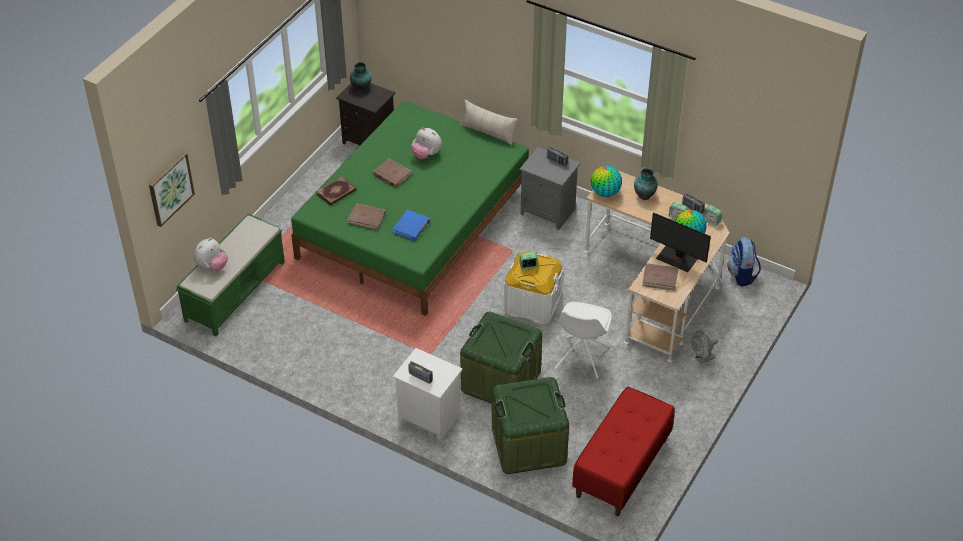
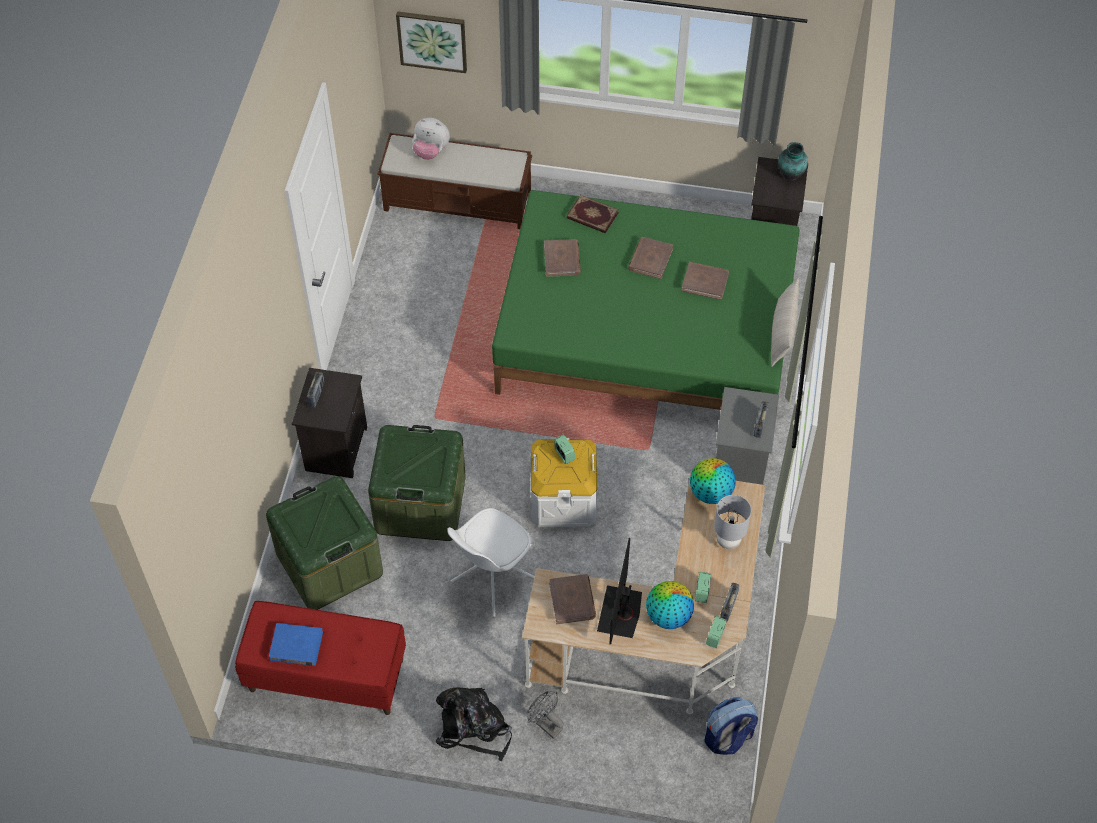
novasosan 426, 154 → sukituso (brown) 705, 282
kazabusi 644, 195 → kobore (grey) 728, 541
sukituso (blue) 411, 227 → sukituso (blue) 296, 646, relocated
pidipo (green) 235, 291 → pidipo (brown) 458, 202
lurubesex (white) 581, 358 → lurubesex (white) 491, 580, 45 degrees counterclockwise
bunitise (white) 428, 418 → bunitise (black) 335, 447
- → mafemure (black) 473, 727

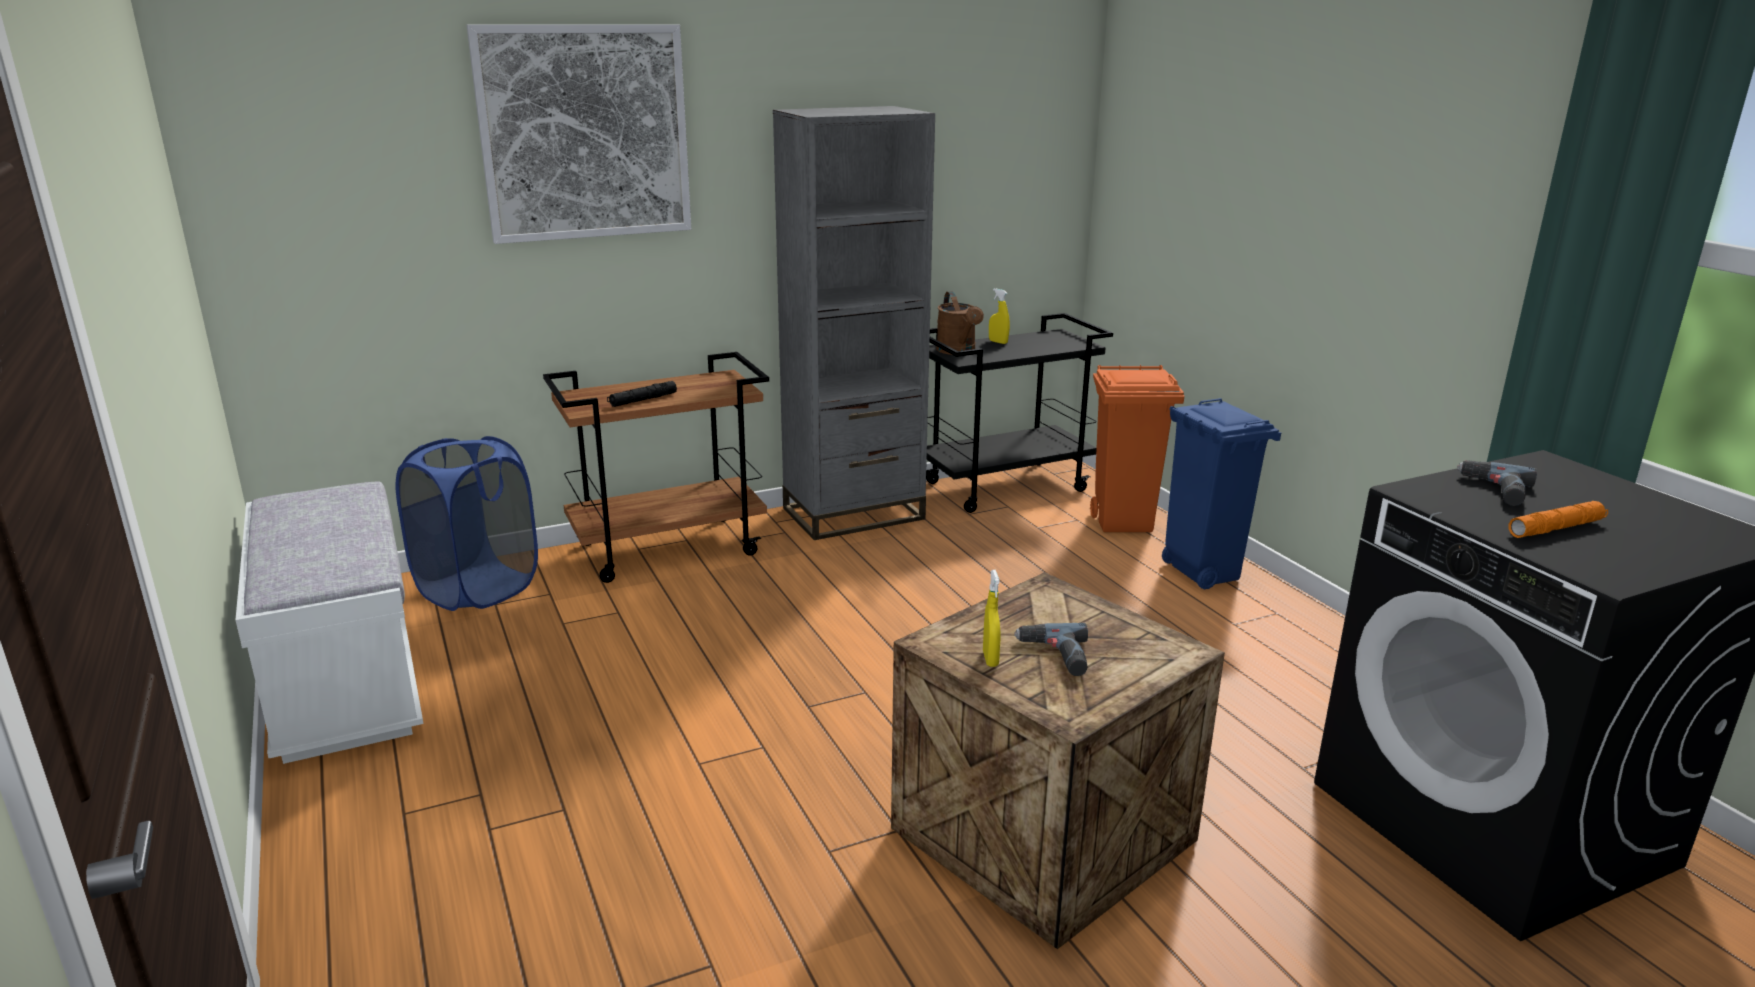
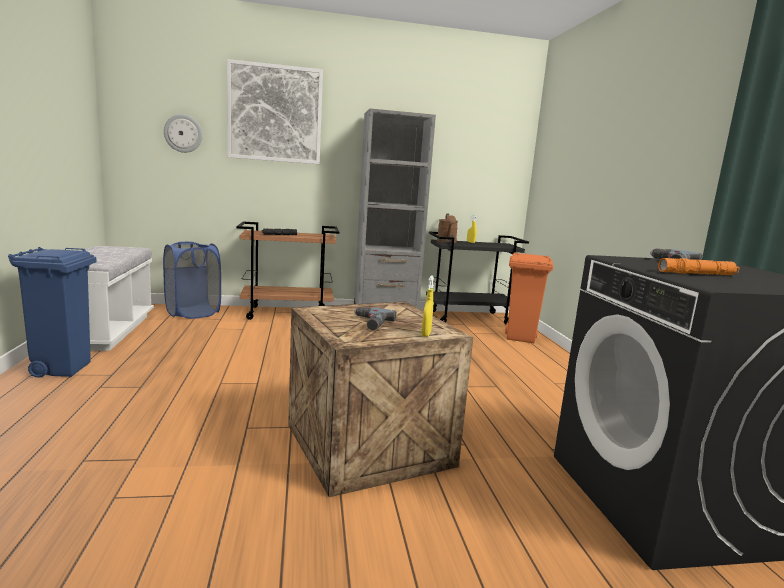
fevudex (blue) 1201, 572 → fevudex (blue) 63, 369, relocated
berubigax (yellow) 990, 659 → berubigax (yellow) 426, 334, relocated
- → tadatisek 183, 133

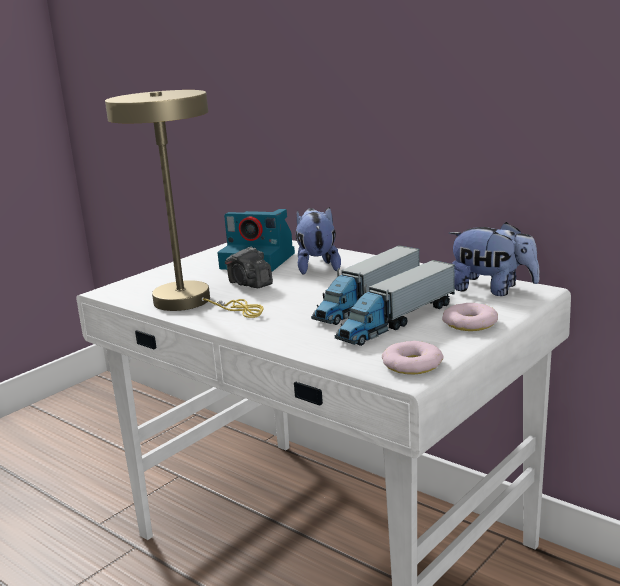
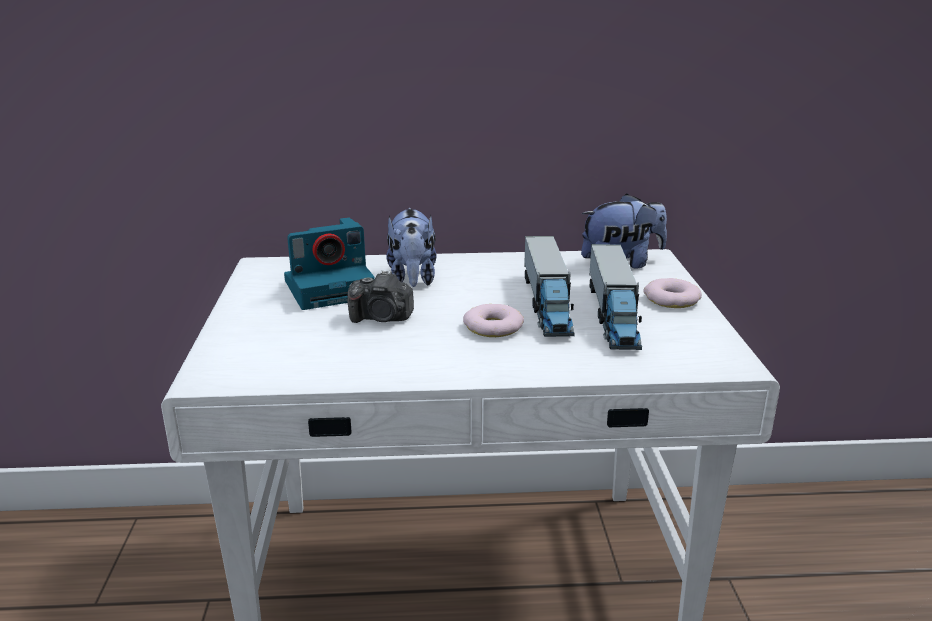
kobore (beige) 191, 302 → -
novasosan 317, 266 → novasosan 412, 280, 135 degrees counterclockwise
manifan 411, 364 → manifan 493, 327, relocated

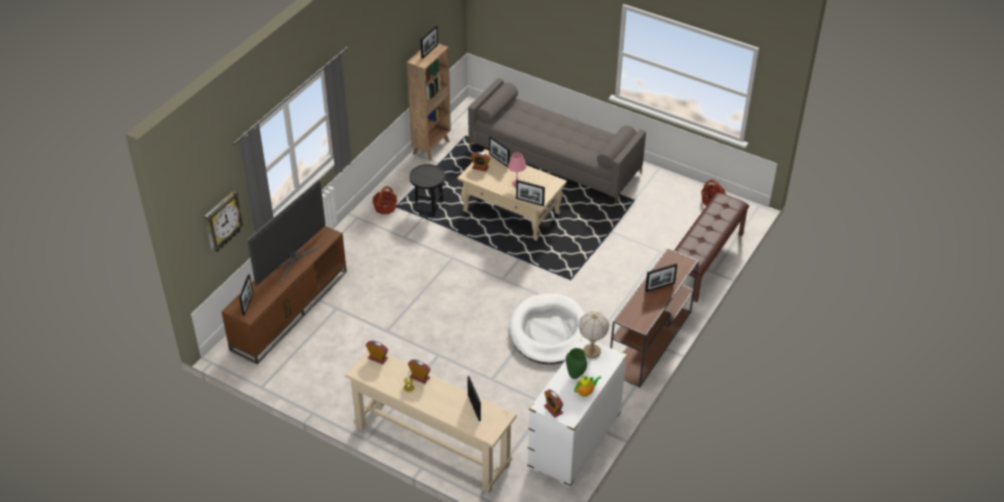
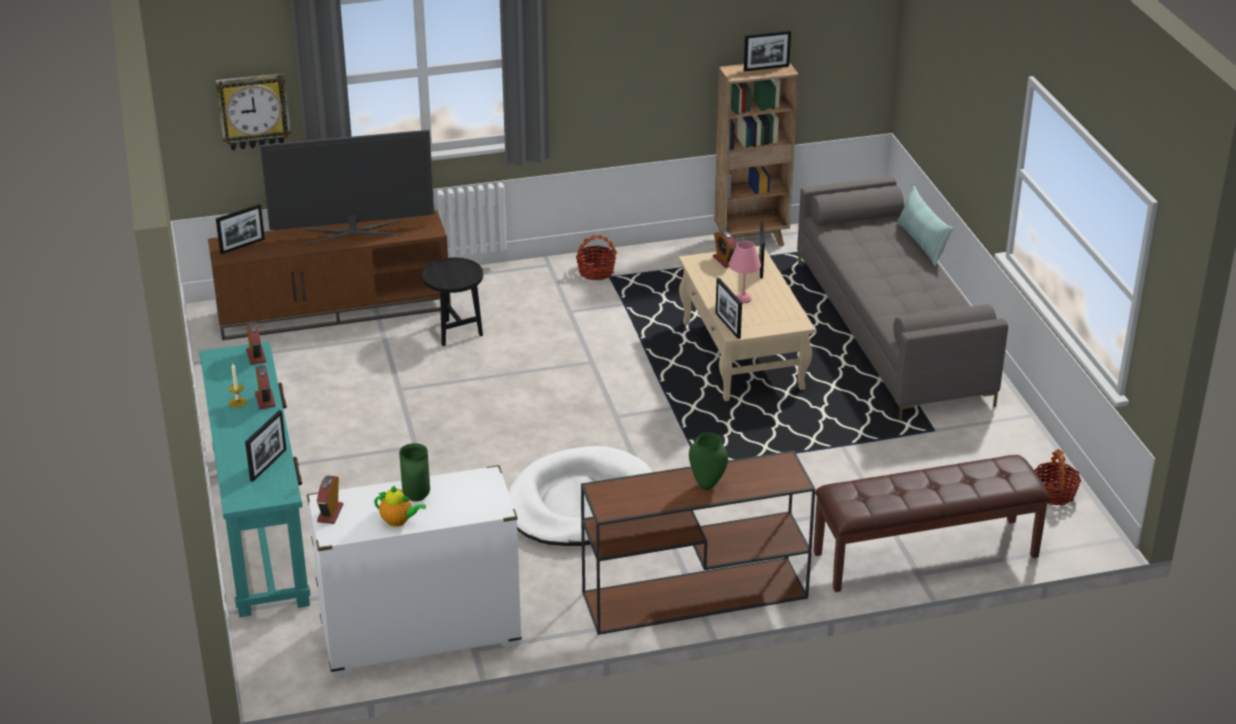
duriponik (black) 428, 206 → duriponik (black) 455, 331, relocated
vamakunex 660, 287 → kazabusi (green) 707, 485
kobore 592, 351 → -
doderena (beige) 432, 445 → doderena (turquoise) 261, 528
- → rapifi 922, 243

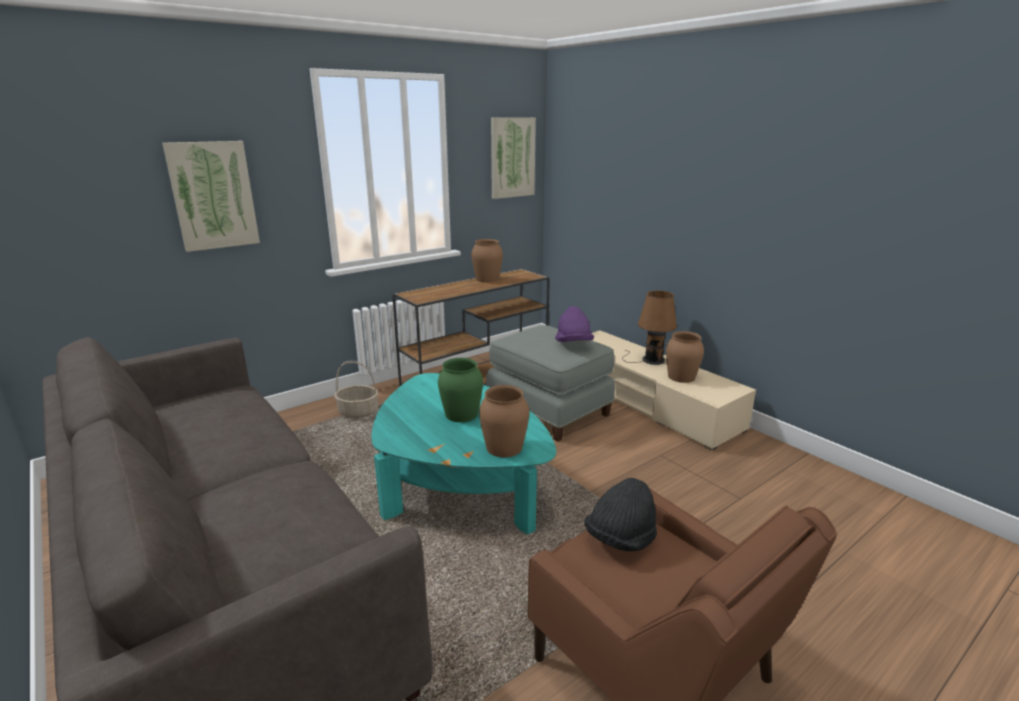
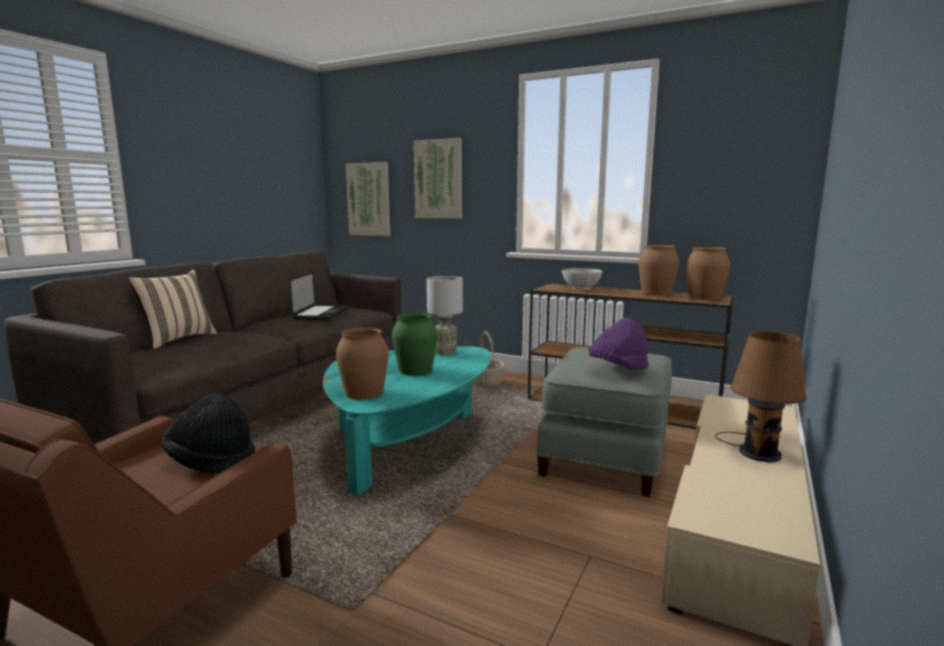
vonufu 512, 157 → vonufu 369, 199, relocated
kazabusi (brown) 681, 377 → kazabusi (brown) 705, 297, relocated
- → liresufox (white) 581, 288
- → rapifi (beige) 178, 339
- → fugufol 321, 314
- → kobore (grey) 445, 352

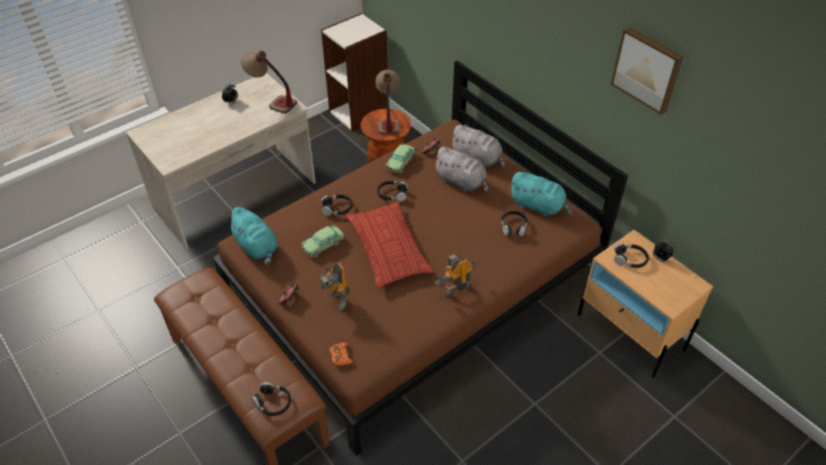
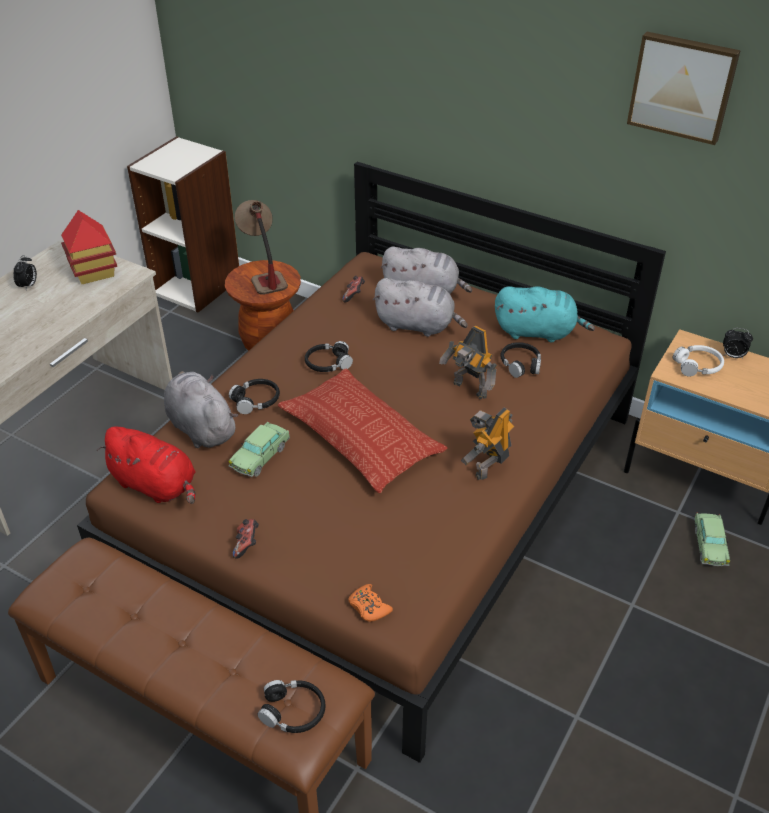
kobore 271, 101 → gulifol 94, 273
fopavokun 400, 162 → fopavokun 709, 545, relocated
novasosan (turquoise) 257, 247 → novasosan (red) 156, 485
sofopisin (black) 630, 259 → sofopisin (white) 697, 366
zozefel 337, 302 → zozefel 468, 390, relocated
- → novasosan (grey) 200, 427

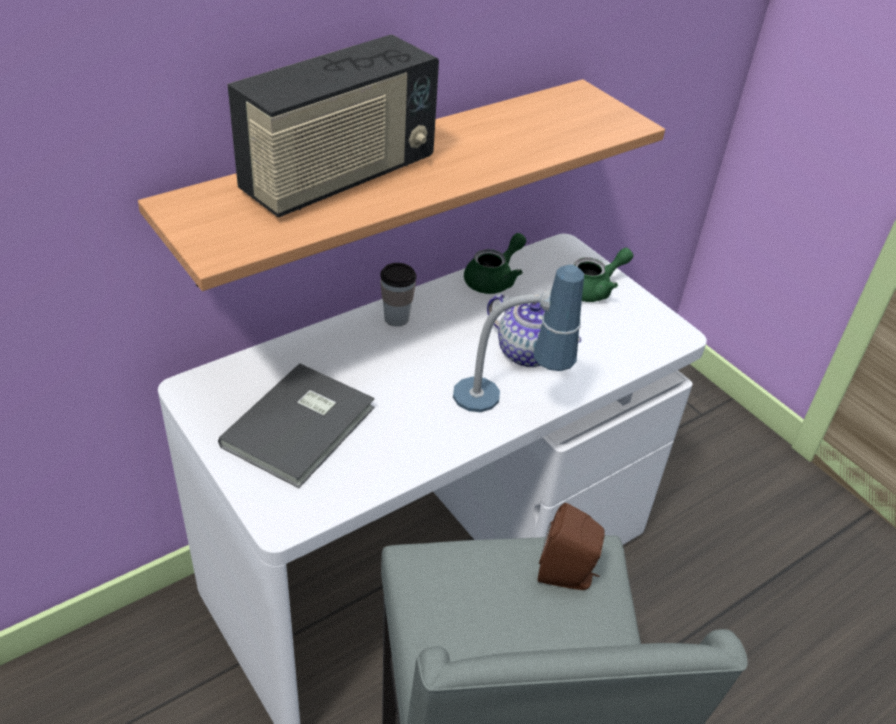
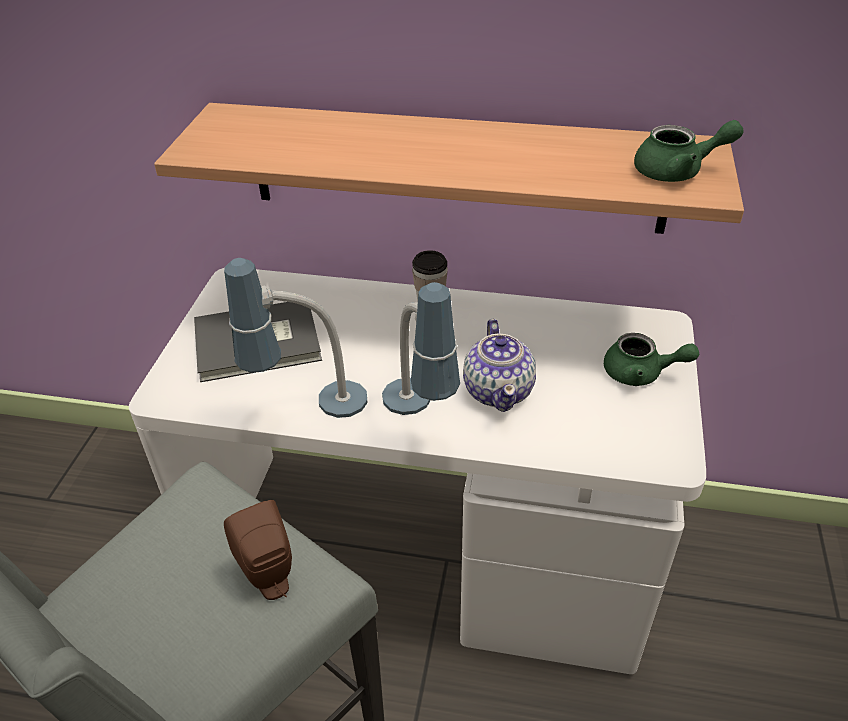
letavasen 339, 178 → -
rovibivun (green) 494, 279 → rovibivun (green) 677, 171, relocated
- → kobore 309, 409

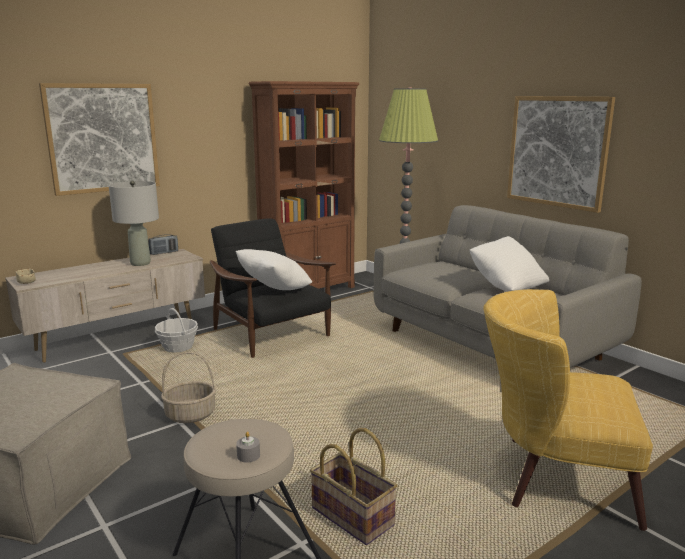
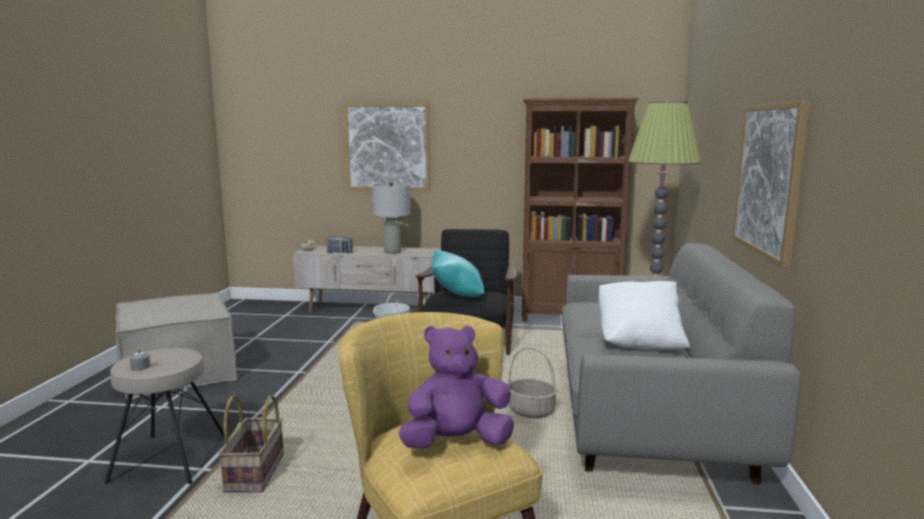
letavasen 164, 253 → letavasen 339, 252, relocated
rapifi (white) 274, 291 → rapifi (turquoise) 457, 294
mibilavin 190, 415 → mibilavin 530, 411, relocated
- → novasosan (purple) 456, 443

